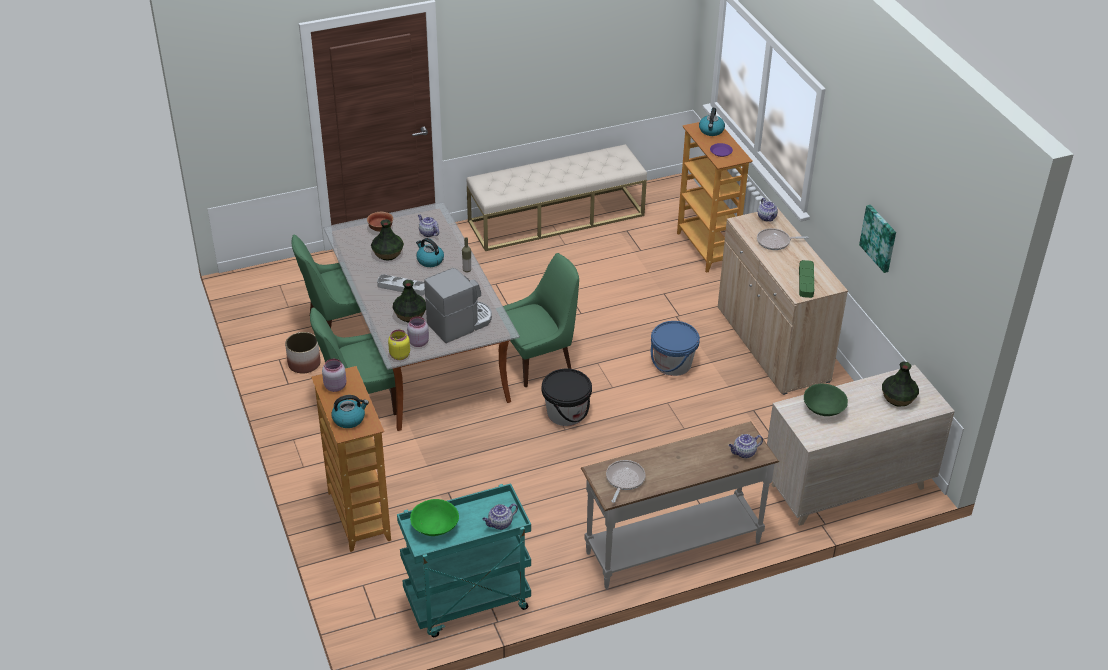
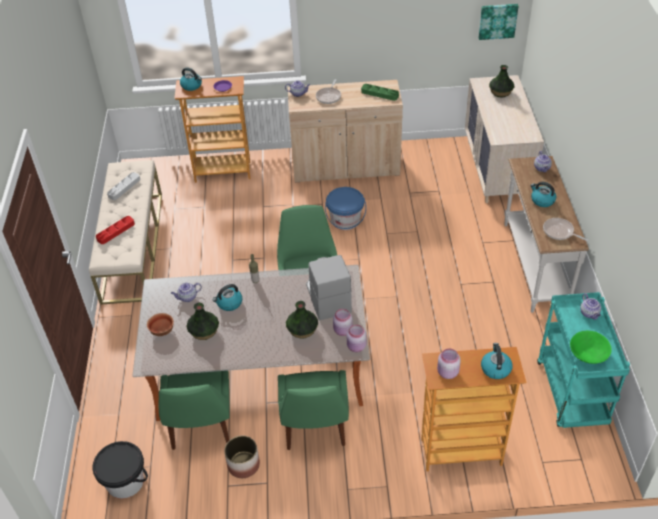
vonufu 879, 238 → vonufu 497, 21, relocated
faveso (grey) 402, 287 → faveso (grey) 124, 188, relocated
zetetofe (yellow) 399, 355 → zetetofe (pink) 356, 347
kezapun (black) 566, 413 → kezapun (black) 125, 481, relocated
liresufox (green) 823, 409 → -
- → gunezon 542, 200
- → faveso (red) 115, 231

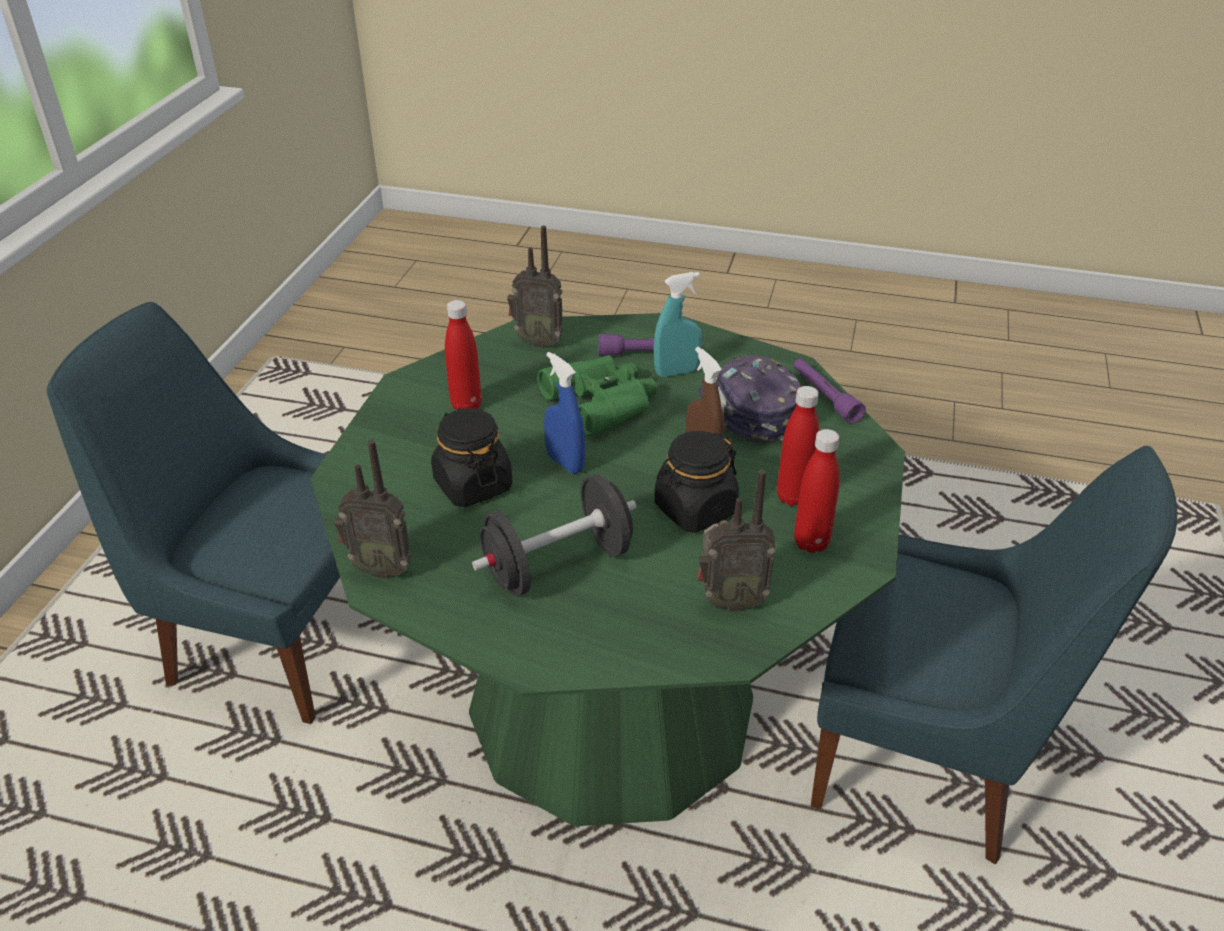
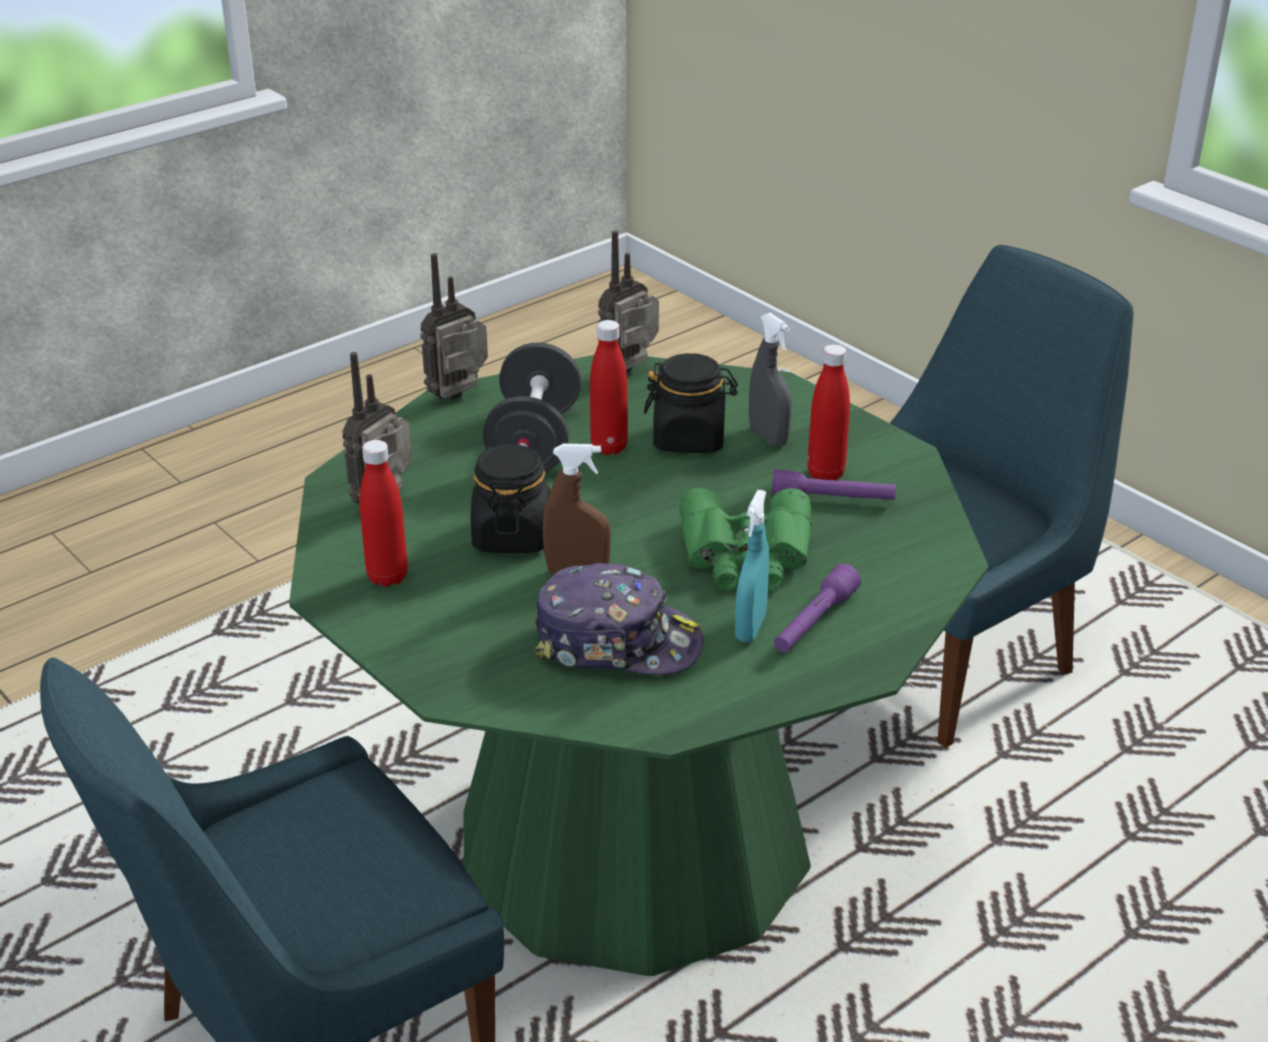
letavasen 538, 341 → letavasen 460, 398, relocated
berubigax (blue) 565, 463 → -
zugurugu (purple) 824, 397 → zugurugu (purple) 832, 499, relocated
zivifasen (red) 793, 497 → zivifasen (red) 609, 447, relocated
- → berubigax (grey) 768, 437

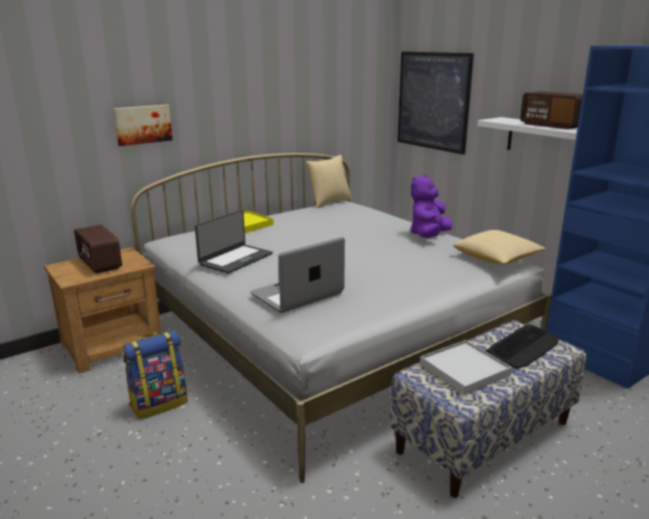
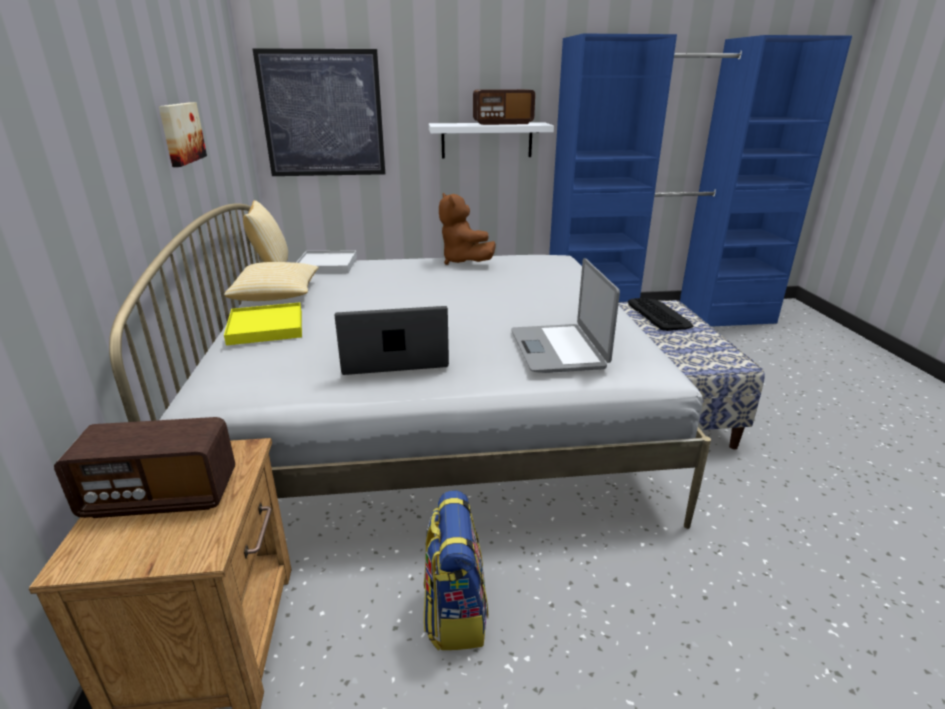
vonufu 143, 124 → vonufu 180, 133, relocated
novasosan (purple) 429, 236 → novasosan (brown) 463, 261
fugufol 235, 259 → fugufol 394, 359, 75 degrees counterclockwise
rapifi 497, 259 → rapifi 277, 296, relocated
faveso (white) 464, 370 → faveso (white) 327, 265, relocated

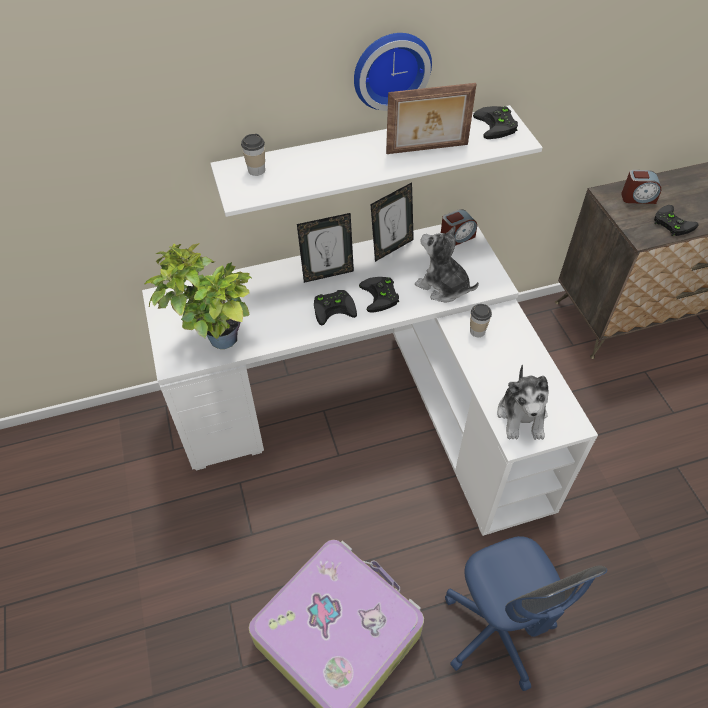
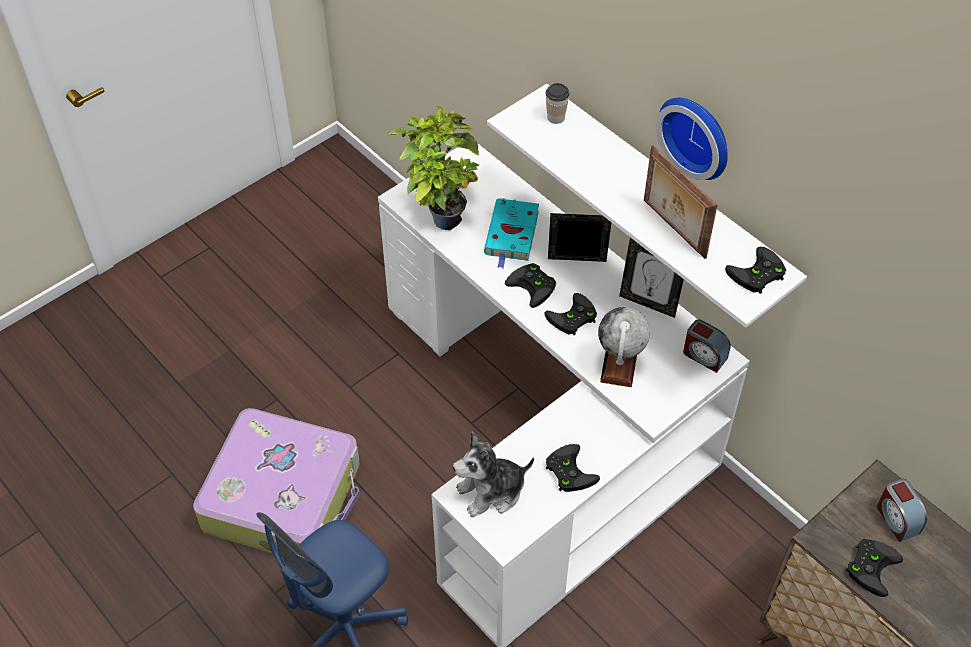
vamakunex 327, 274 → vamakunex 576, 264, 135 degrees clockwise
novasosan 443, 286 → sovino 619, 366
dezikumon 477, 331 → -
- → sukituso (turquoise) 512, 235
- → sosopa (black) 568, 470

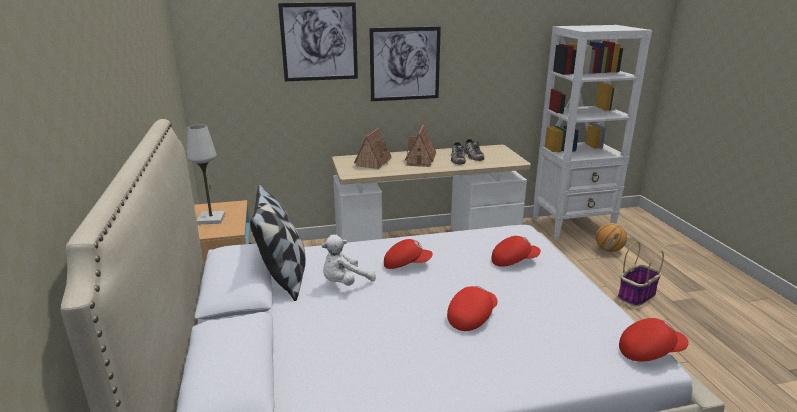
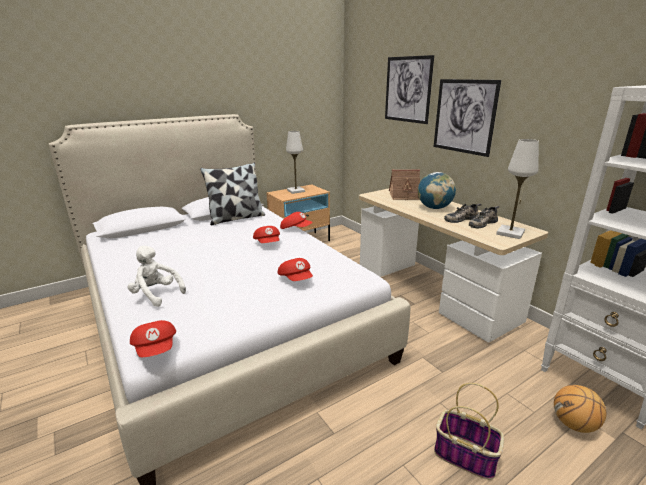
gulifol 420, 160 → sovino 434, 208
novasosan (white) 345, 283 → novasosan (white) 156, 294, relocated
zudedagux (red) 471, 317 → zudedagux (red) 296, 229, relocated
- → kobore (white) 510, 233

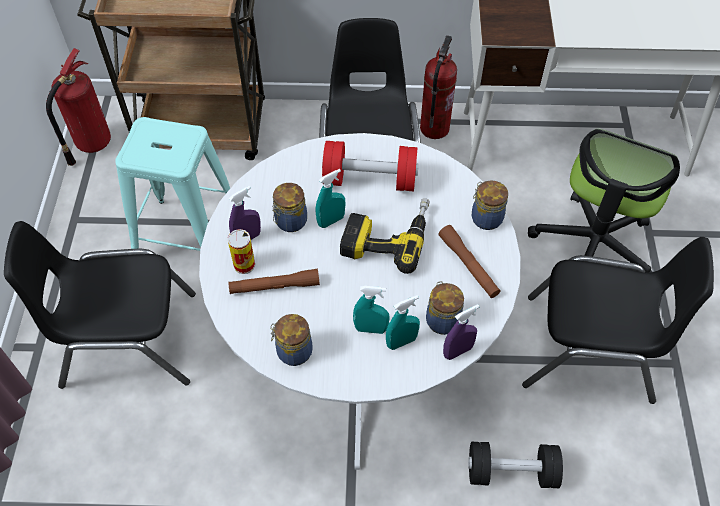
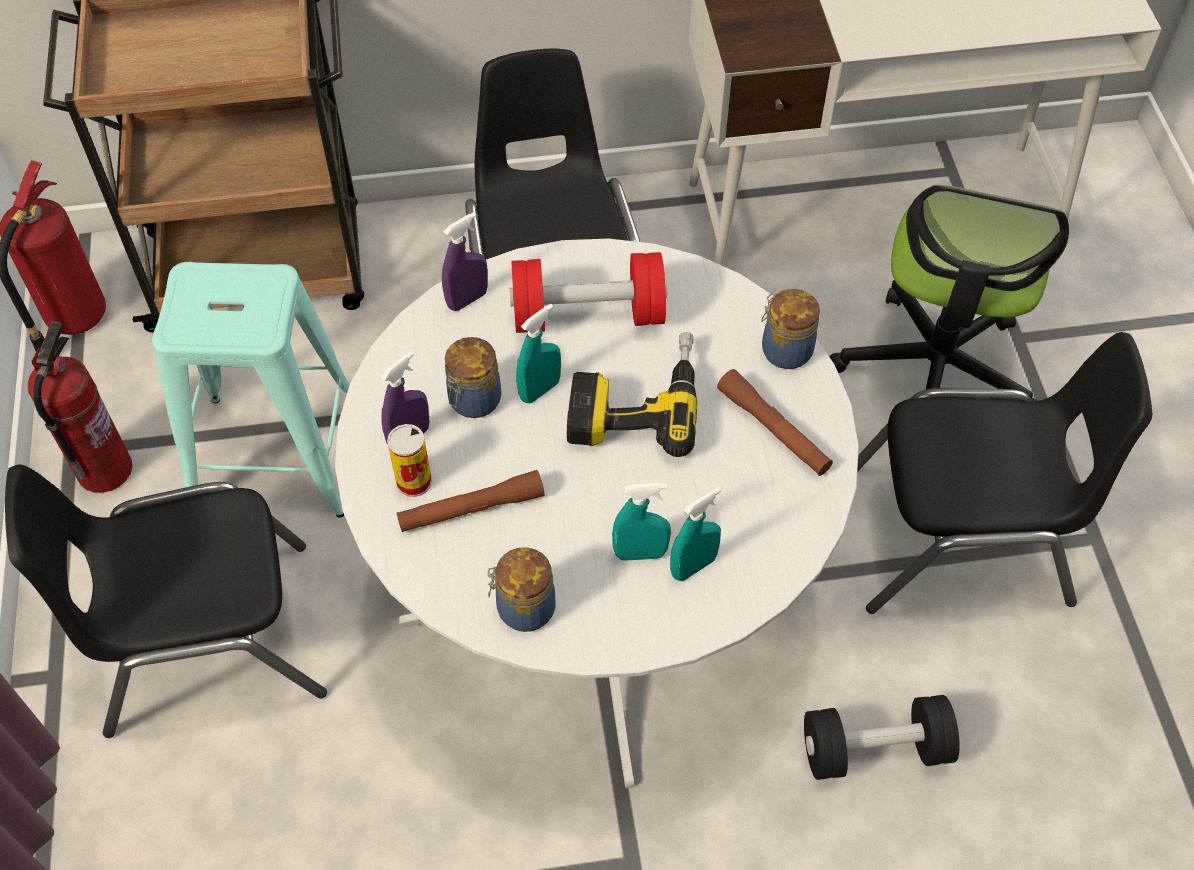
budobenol 434, 128 → budobenol 104, 469, relocated
zetetofe 442, 319 → -
berubigax (purple) 457, 351 → berubigax (purple) 467, 299, relocated

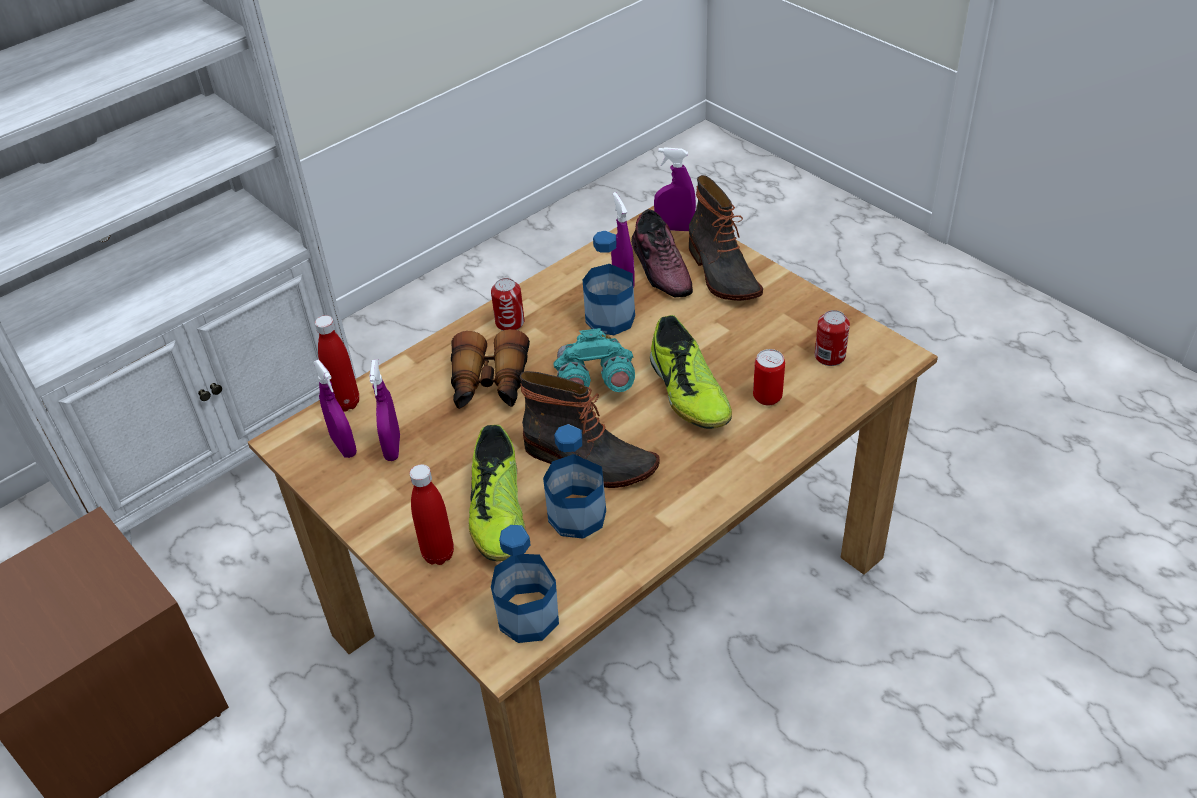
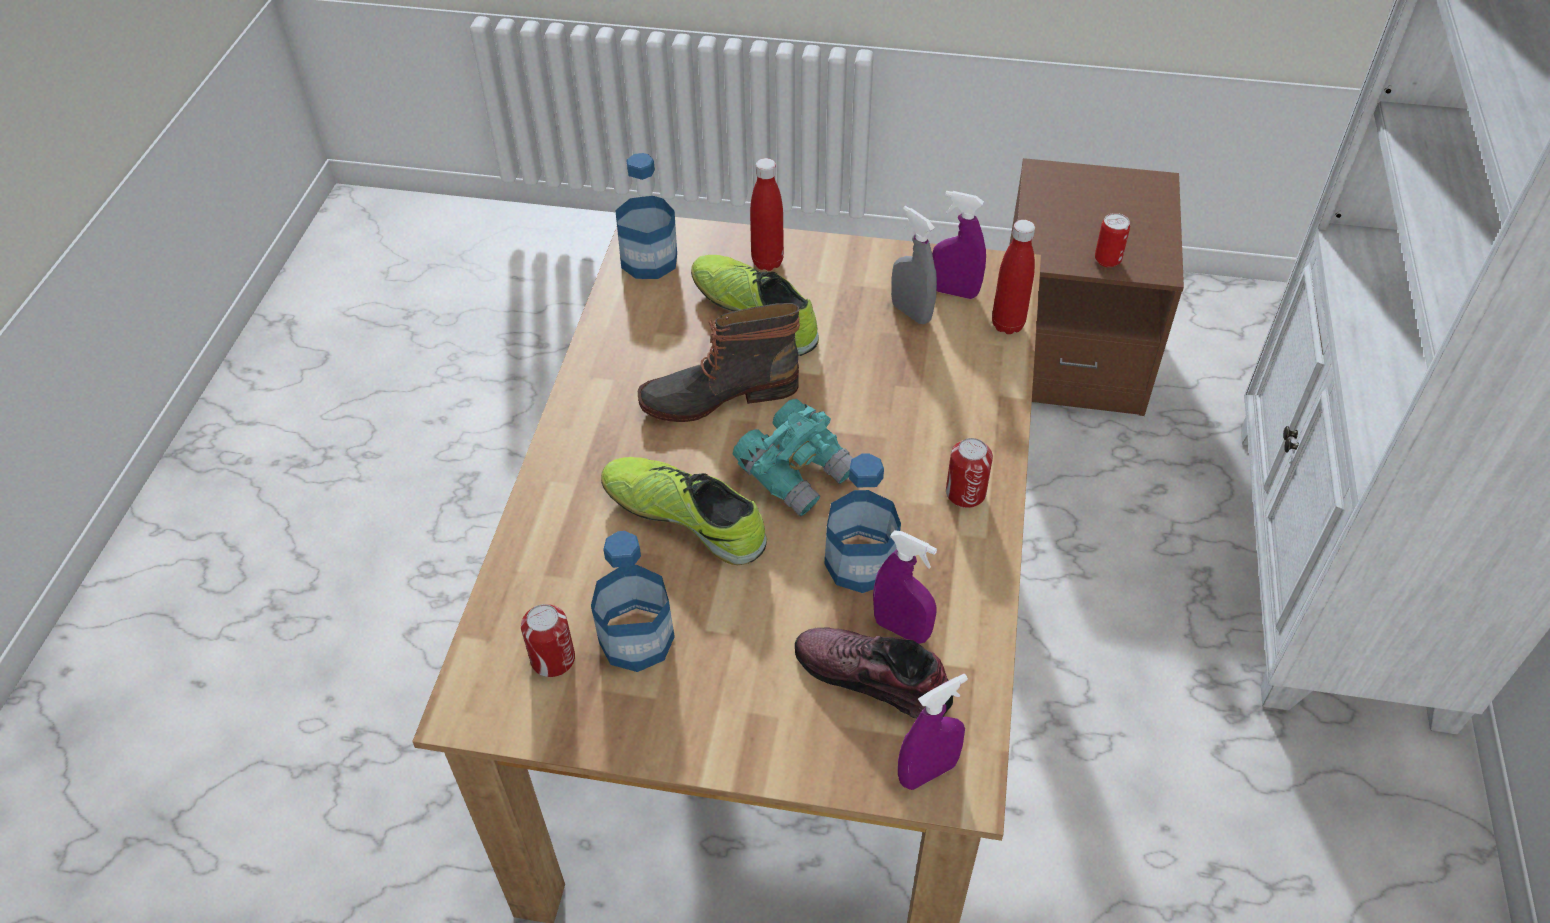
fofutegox 721, 273 → -
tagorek 489, 385 → -
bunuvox 767, 397 → bunuvox 1107, 260, relocated
berubigax (purple) 392, 447 → berubigax (grey) 911, 312
zivifasen 577, 516 → zivifasen 636, 639, relocated

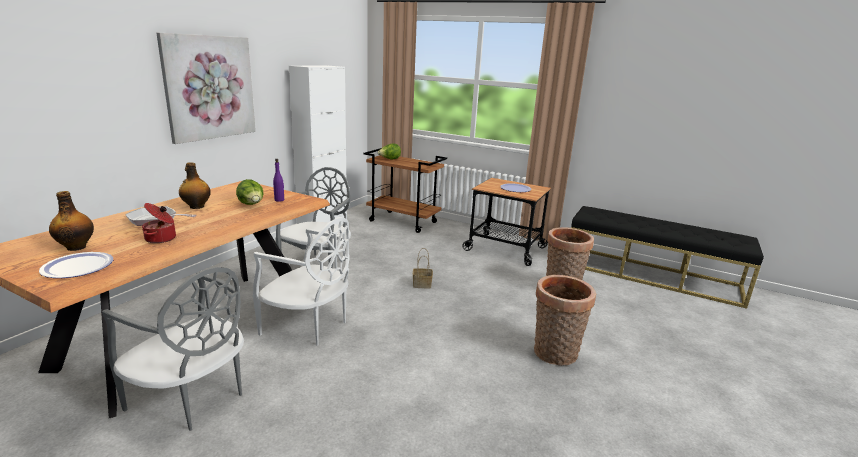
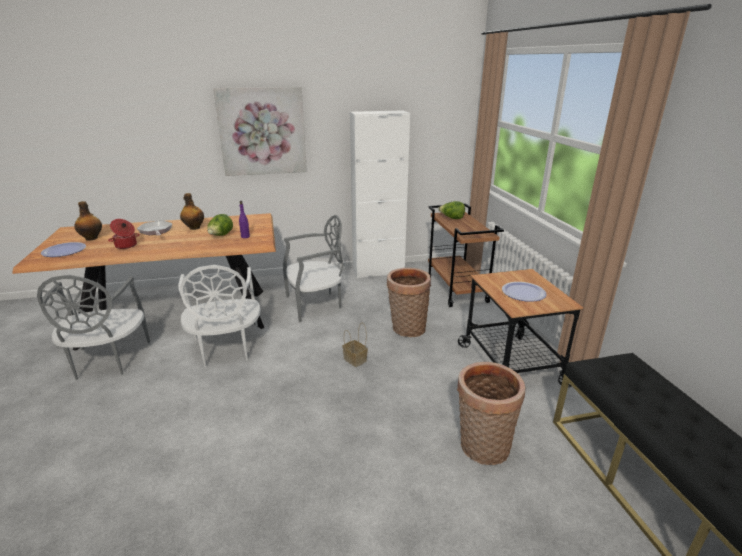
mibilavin 554, 355 → mibilavin 406, 329, relocated

